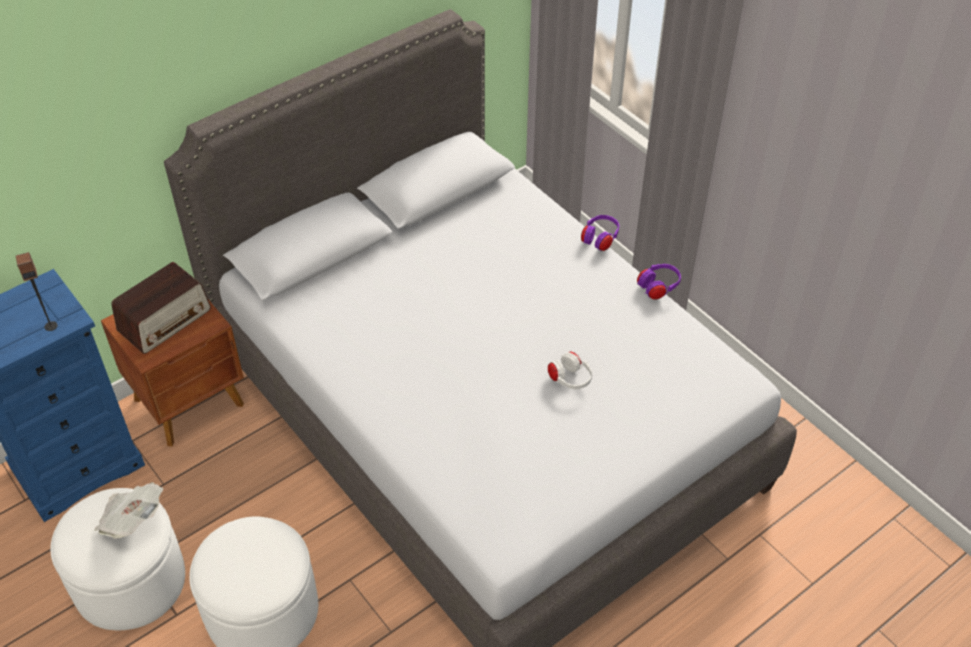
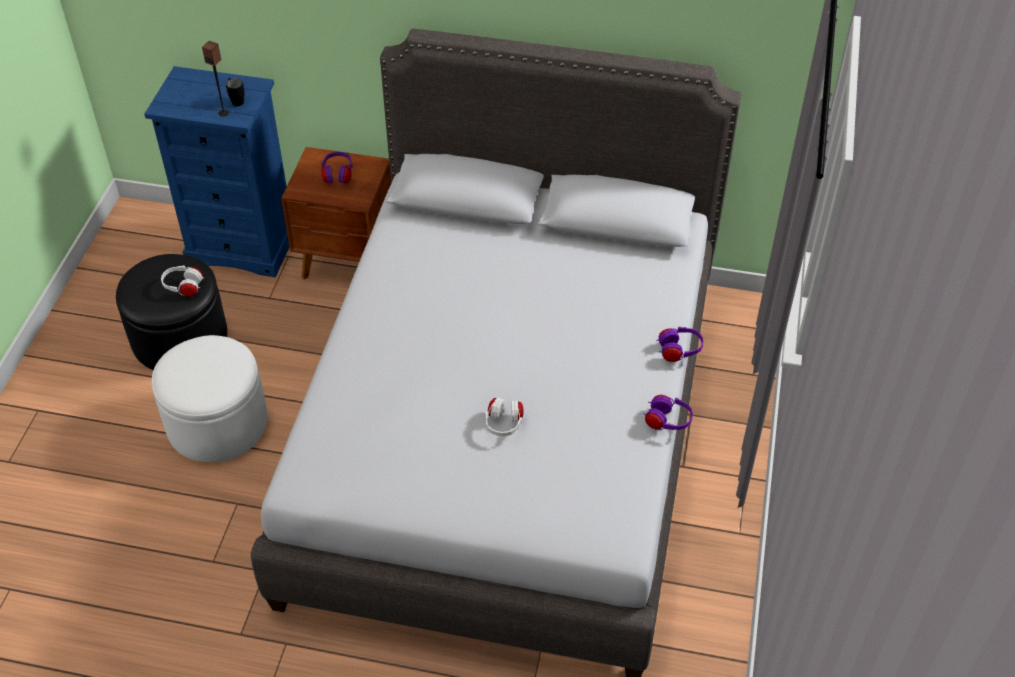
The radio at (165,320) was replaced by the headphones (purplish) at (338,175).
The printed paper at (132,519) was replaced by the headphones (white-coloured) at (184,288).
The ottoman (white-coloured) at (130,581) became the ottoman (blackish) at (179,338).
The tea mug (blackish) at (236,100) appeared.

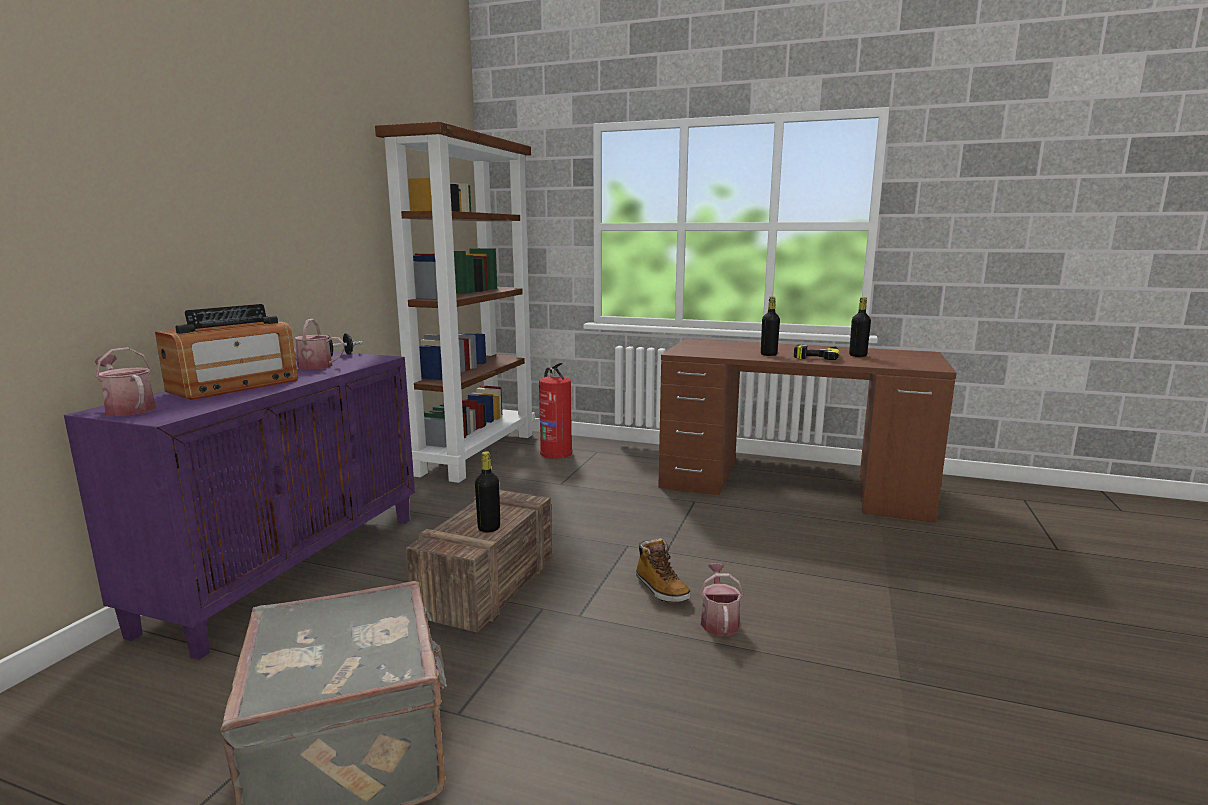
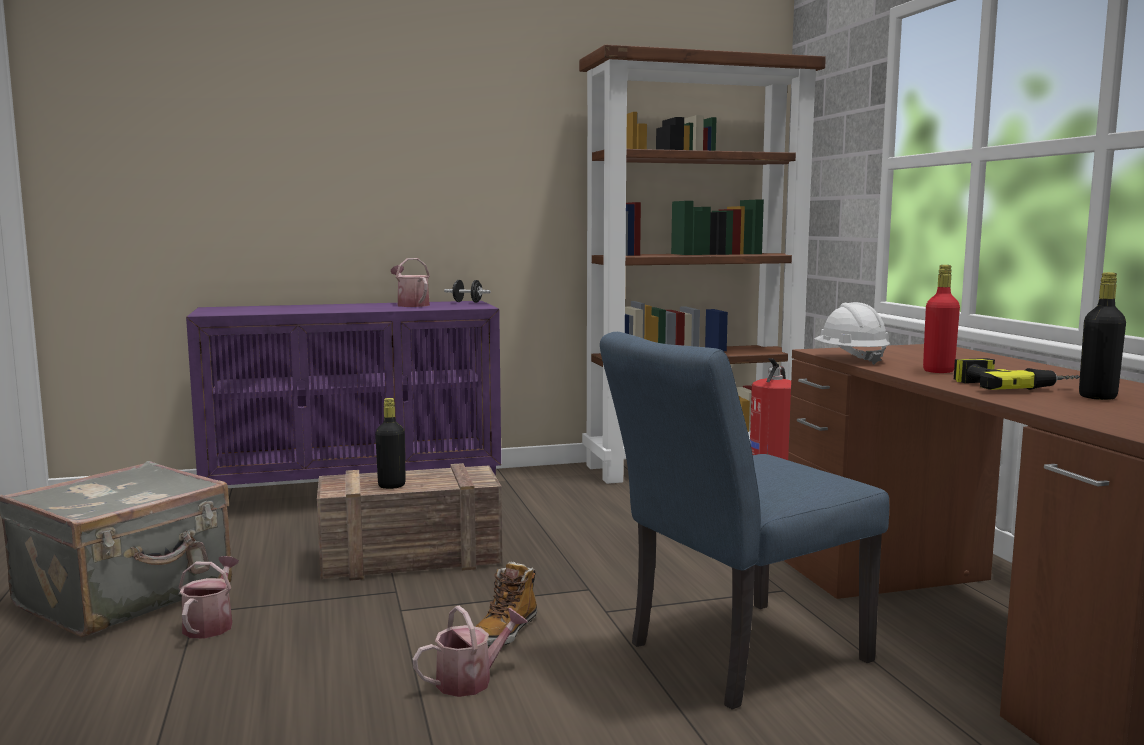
The bottle (blackish) at (768,355) became the bottle (red) at (938,371).
The radio at (234,386) disappeared.
The watering can moved from (128,409) to (211,624).
The work helmet (white-coloured) at (850,359) appeared.
The plain chair (blue) at (733,656) appeared.

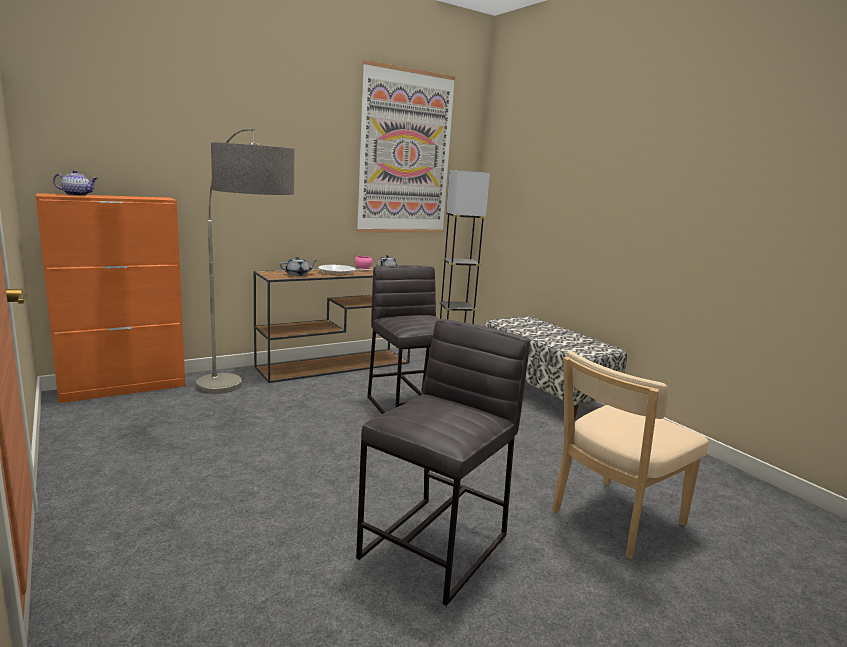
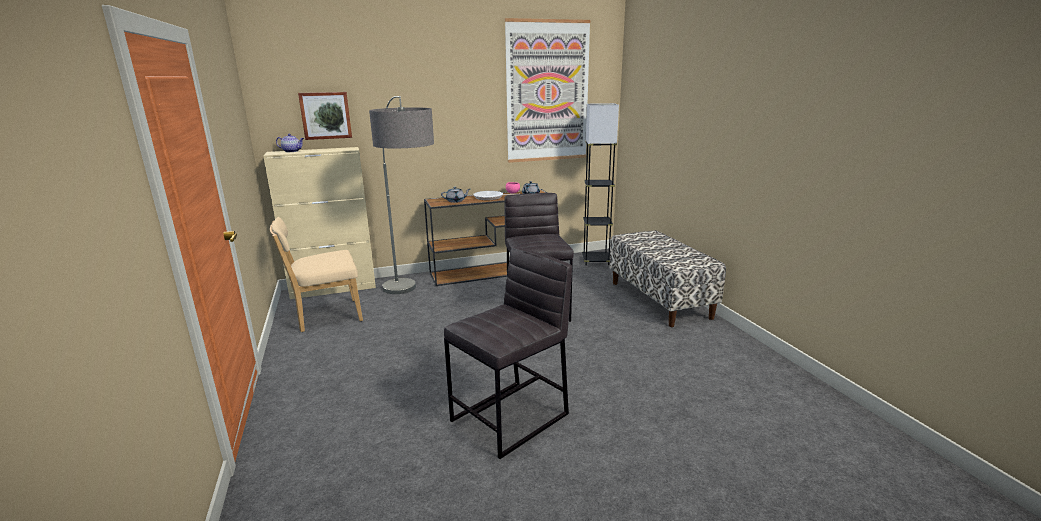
The storage cabinet (orangey) at (124,388) became the storage cabinet (beige) at (334,288).
The plain chair (beige) moved from (612,519) to (325,316).
The picture at (326,115) appeared.

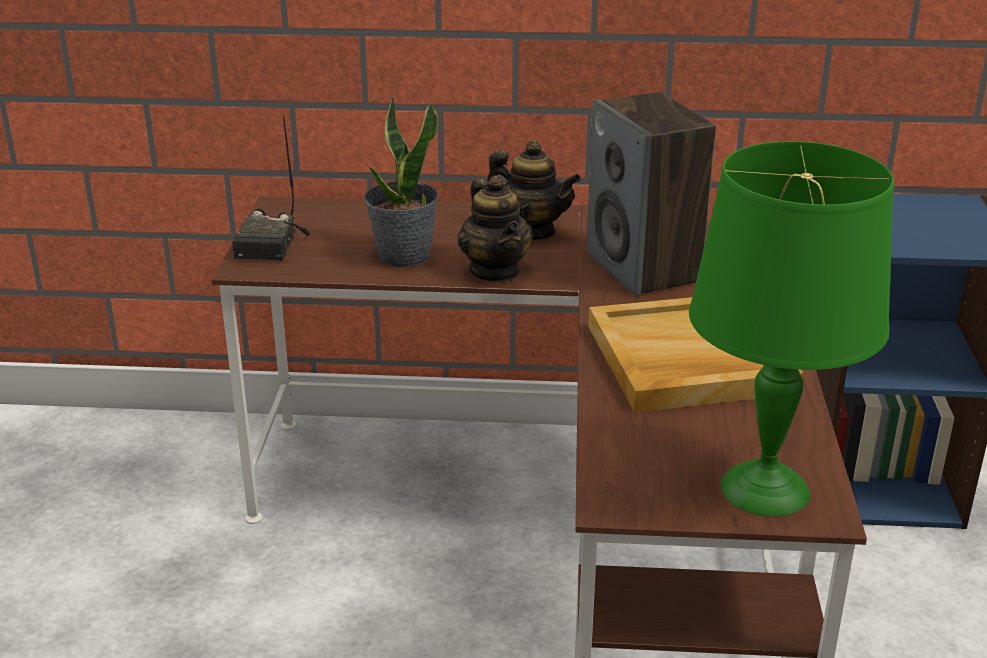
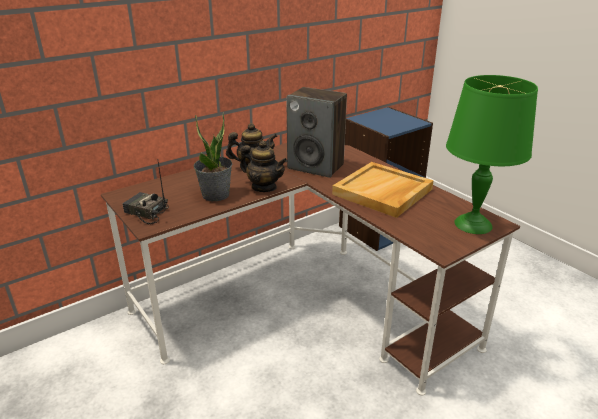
The radio at (272,246) turned 150 degrees clockwise.

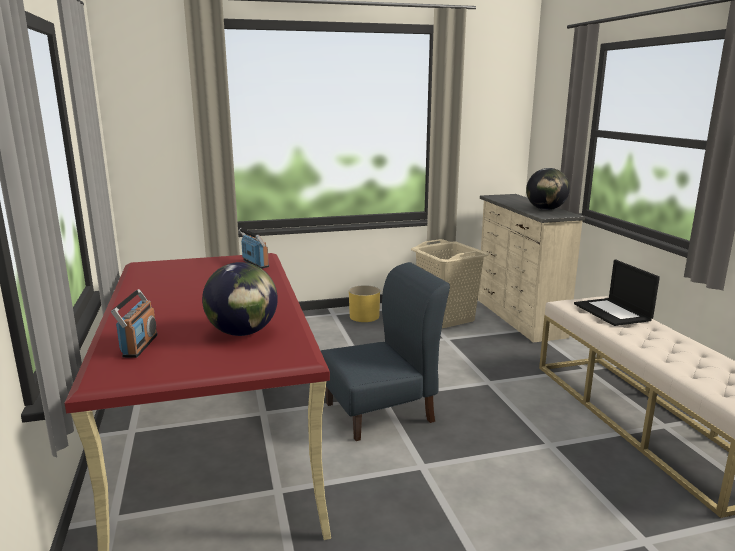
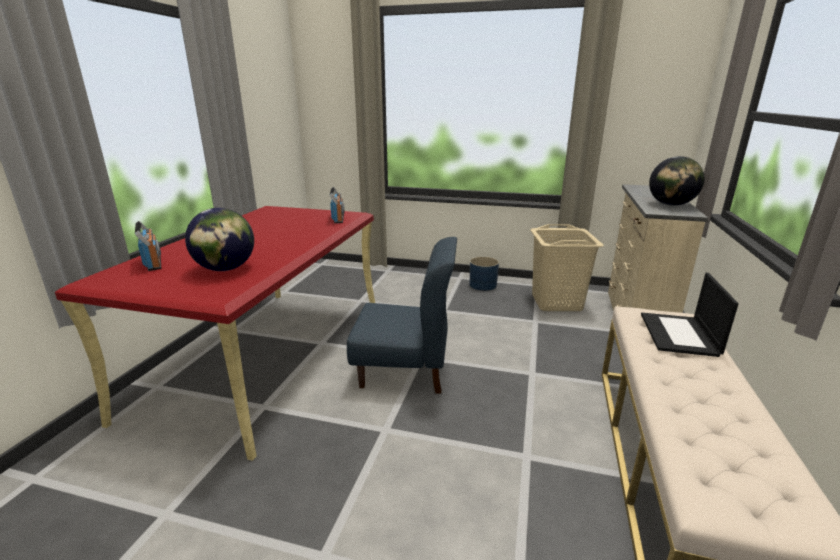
The flower pot (yellowish) at (364,316) became the flower pot (blue) at (483,285).
The radio at (139,345) turned 60 degrees counterclockwise.

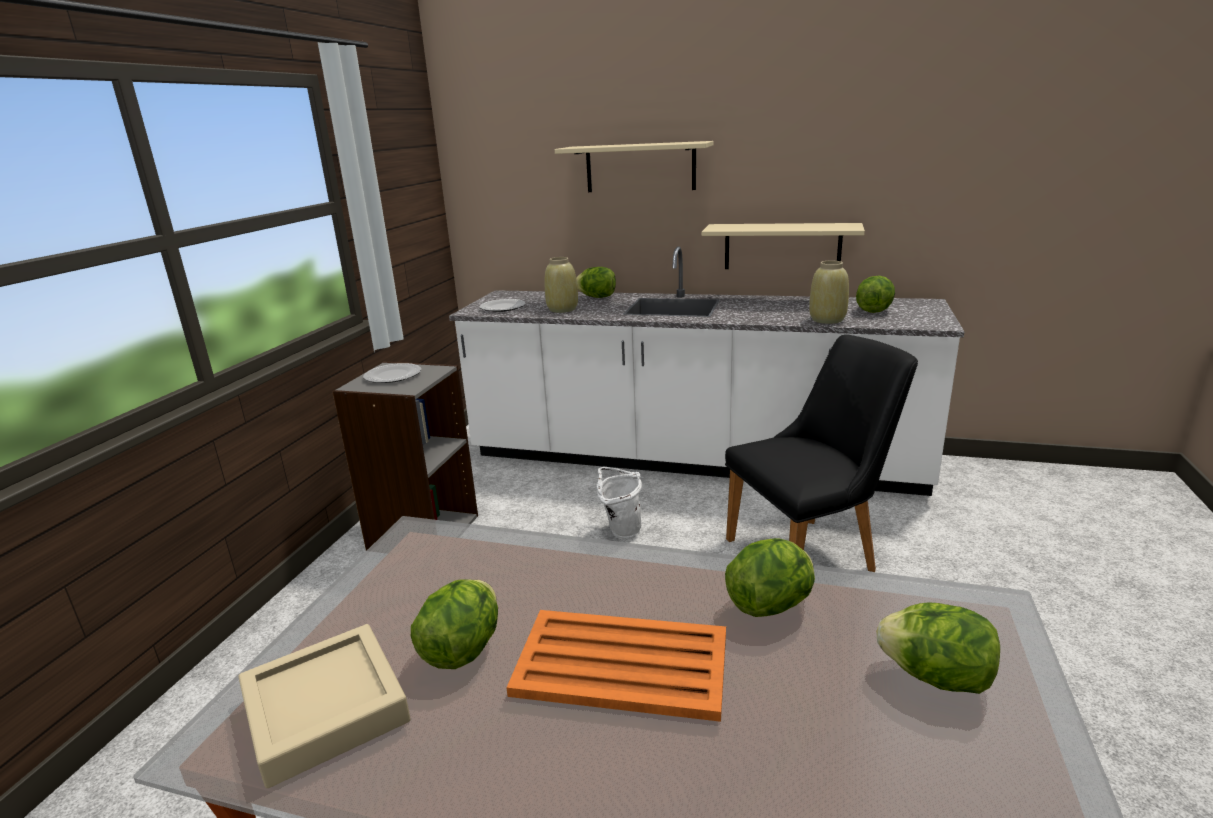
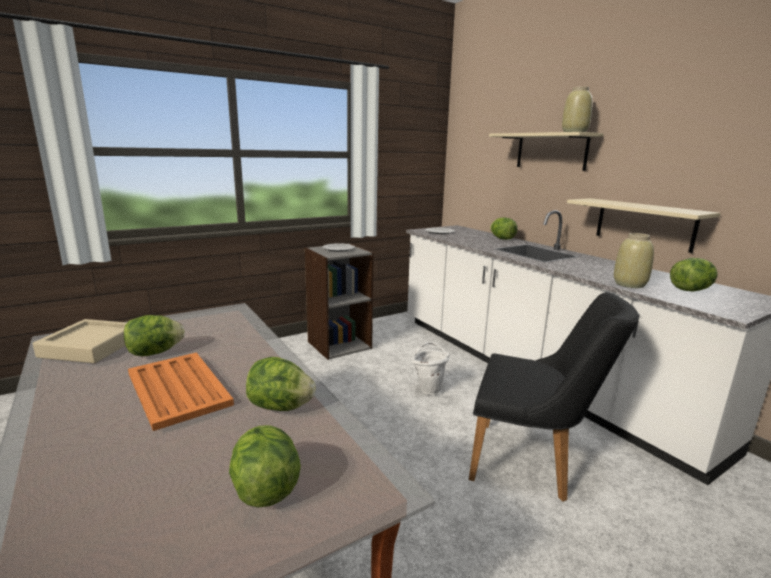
The vase (beige) moved from (562,309) to (574,132).

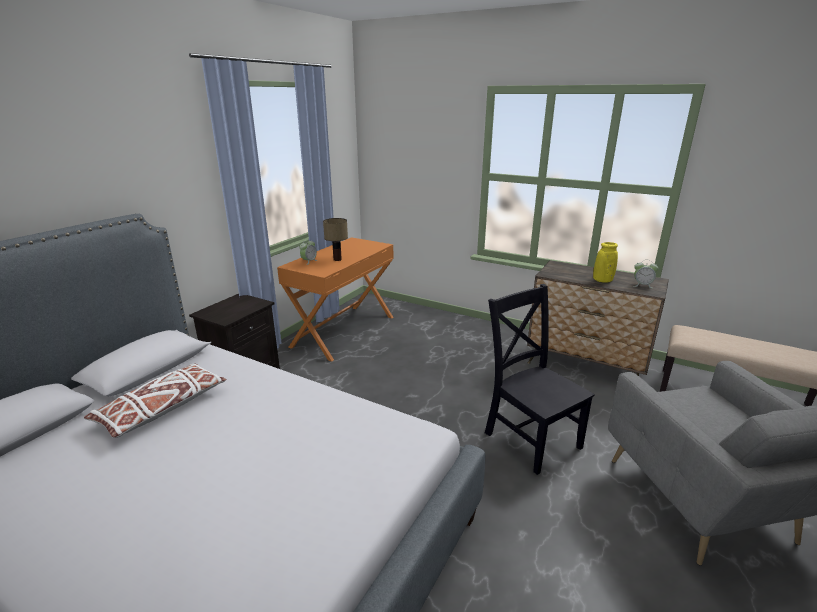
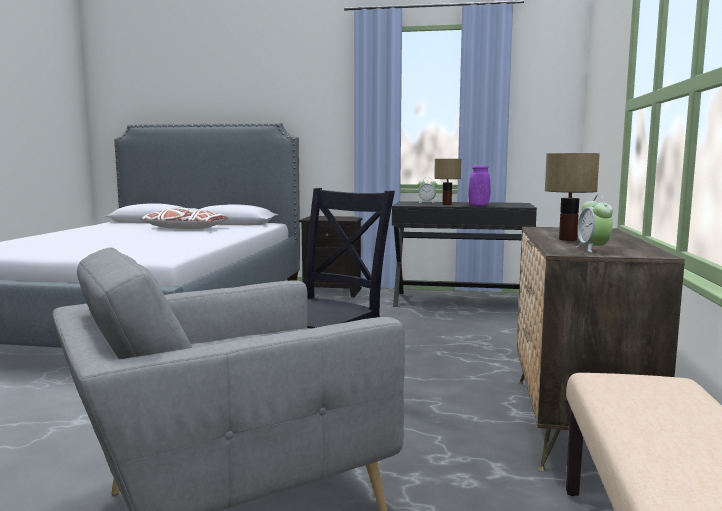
The desk unit (orangey) at (343,331) became the desk unit (blackish) at (460,301).
The vase (yellowish) at (602,280) was replaced by the tabletop lamp at (568,239).
The vase (purplish) at (479,205) appeared.

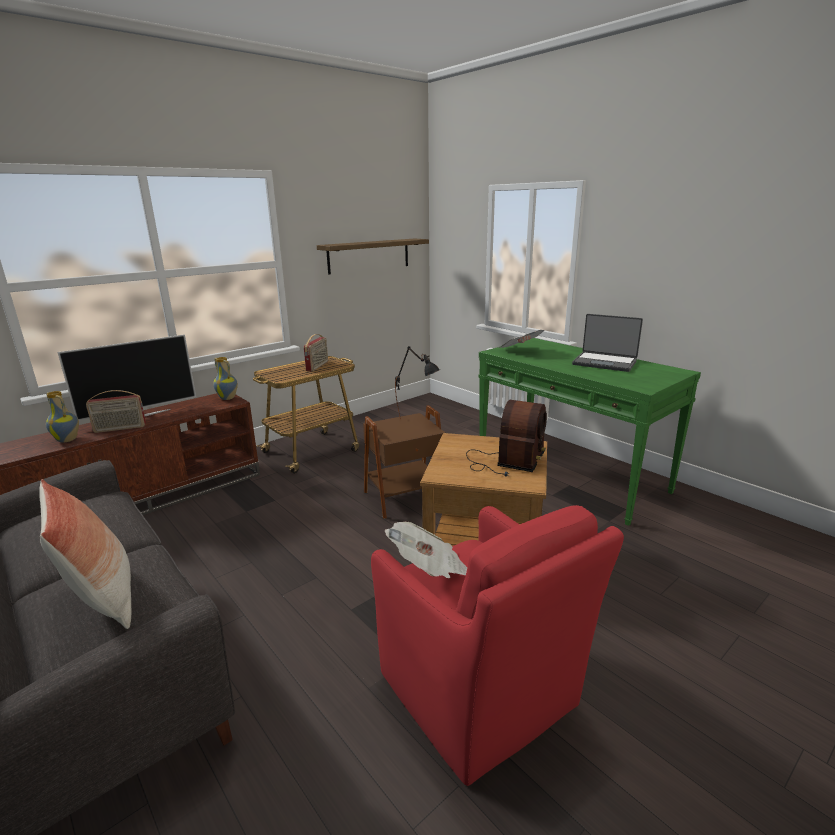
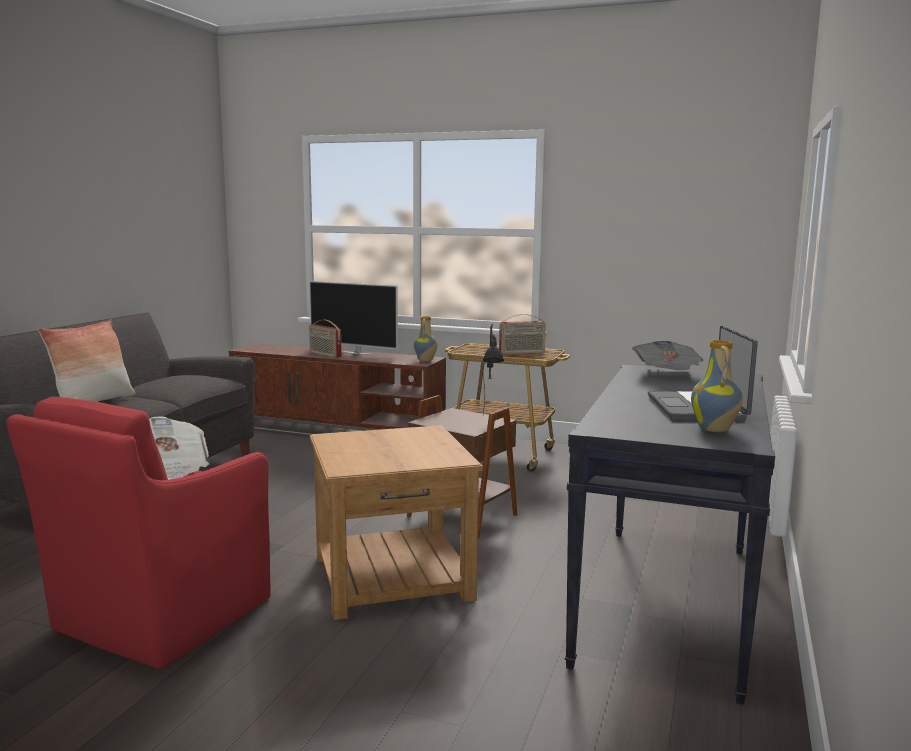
The shelf at (369,255) disappeared.
The hall table (greenish) at (570,475) became the hall table (blackish) at (667,602).
The vase moved from (68,440) to (715,429).
The radio at (506,461) disappeared.

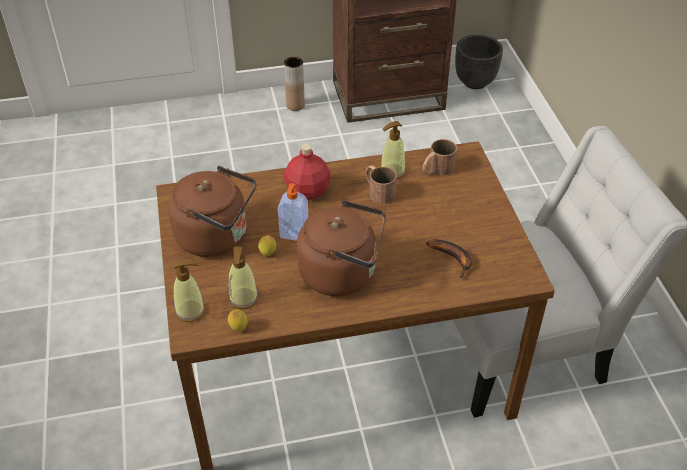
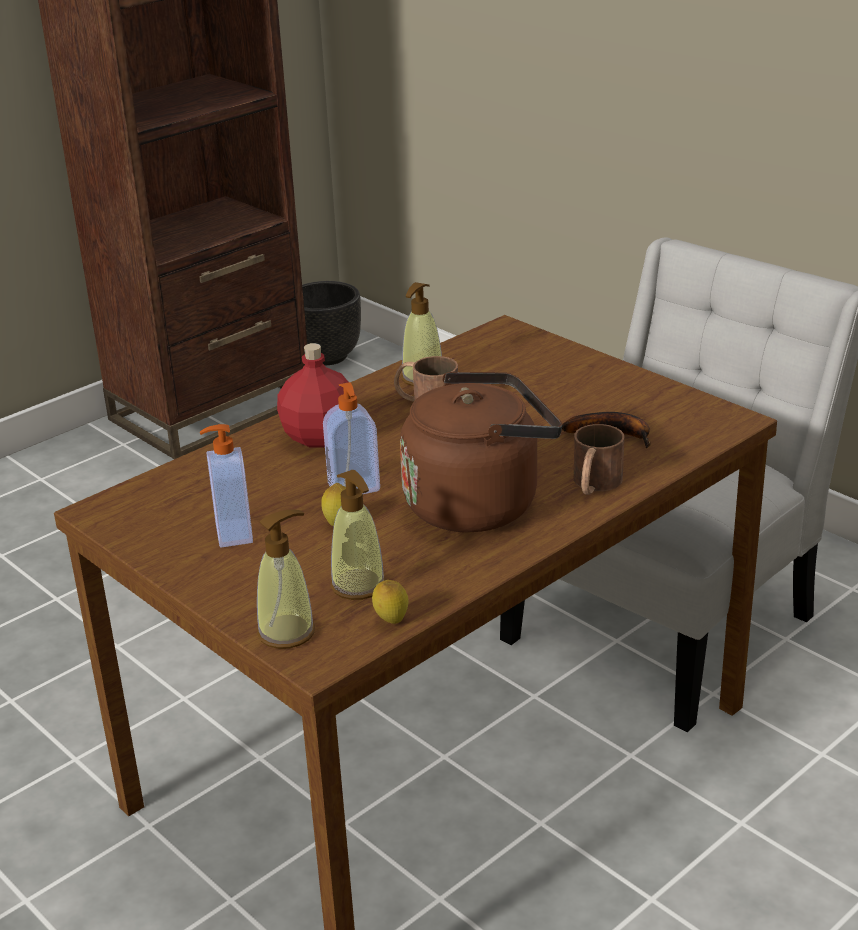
The vase (brownish) at (295,105) disappeared.
The tea mug (brownish) moved from (436,169) to (594,485).
The kettle (brownish) at (217,237) was replaced by the liquid soap bottle at (232,534).

